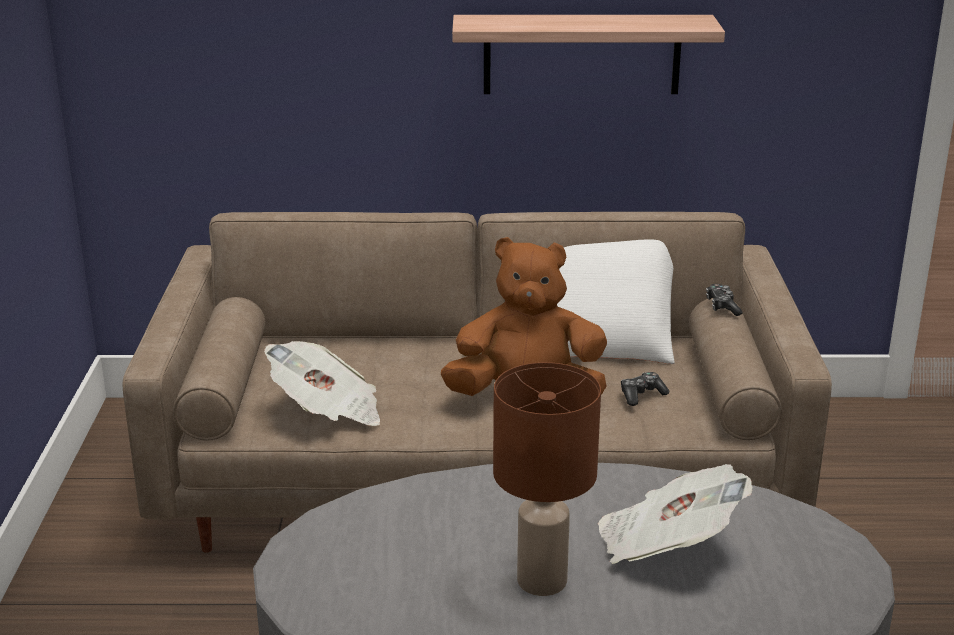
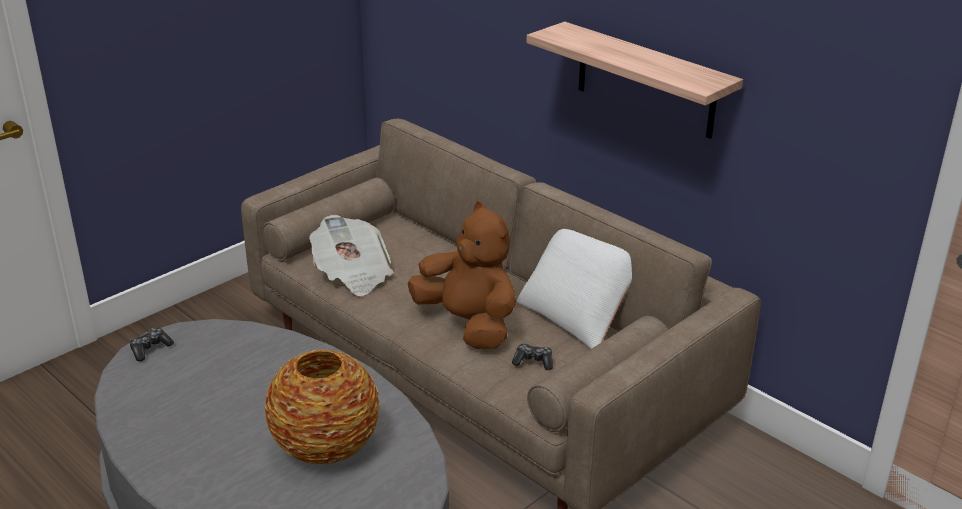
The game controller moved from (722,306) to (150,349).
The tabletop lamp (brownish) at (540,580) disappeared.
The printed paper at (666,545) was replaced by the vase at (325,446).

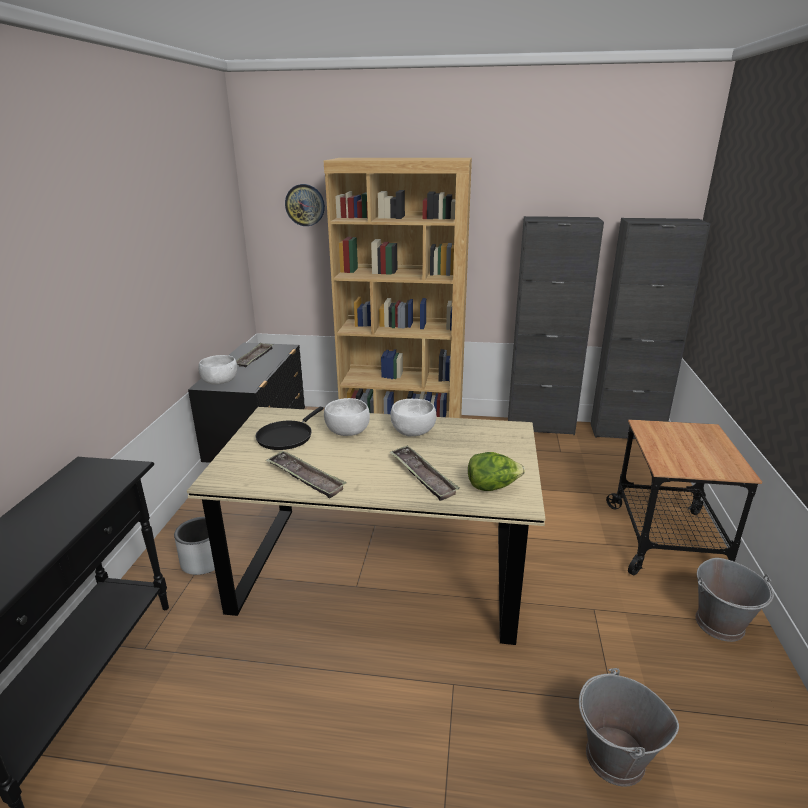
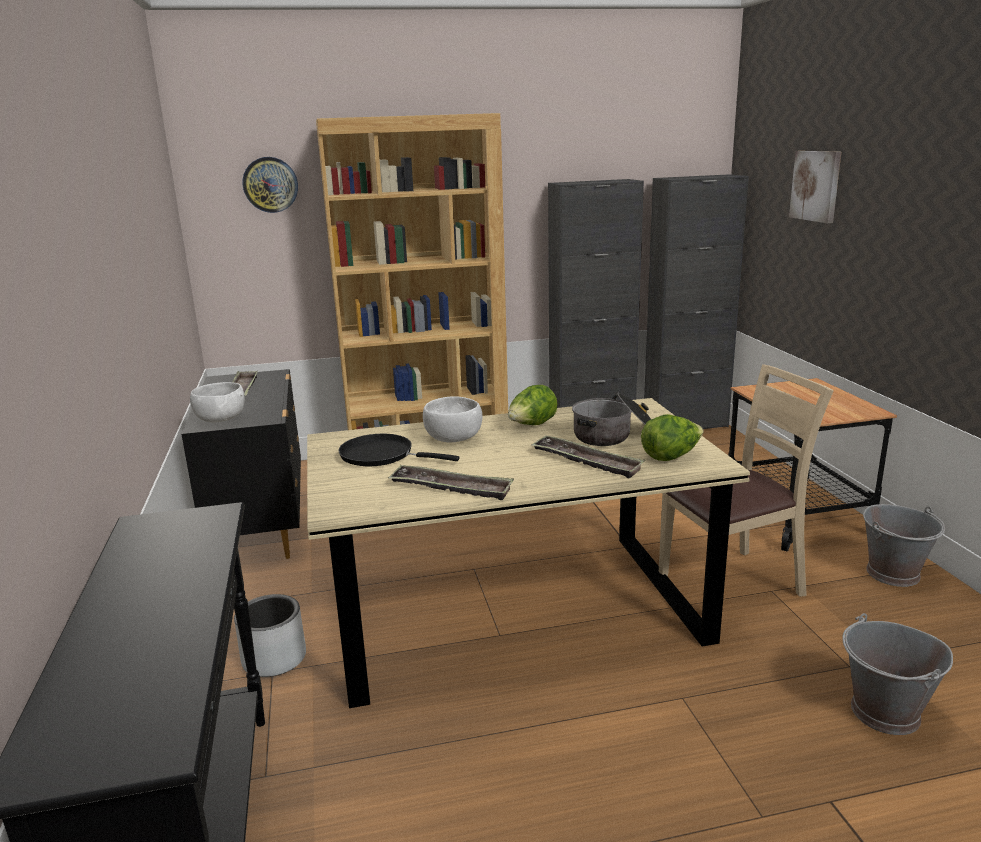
The serving bowl (white-coloured) at (413,431) was replaced by the lettuce at (532,426).
The frying pan (blackish) at (287,436) turned 105 degrees clockwise.
The picture at (816,186) appeared.
The plain chair (beige) at (731,583) appeared.
The stockpot at (614,435) appeared.

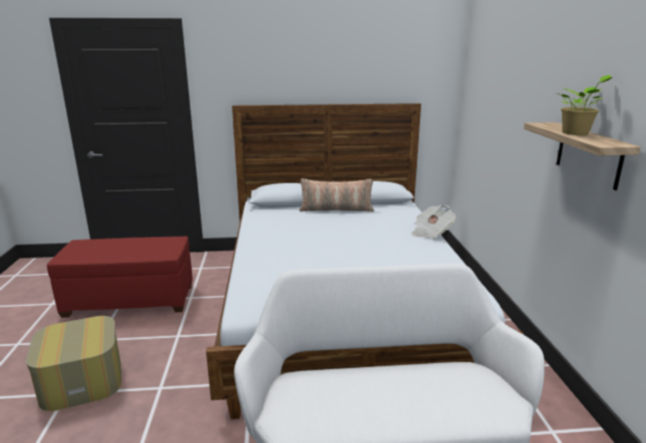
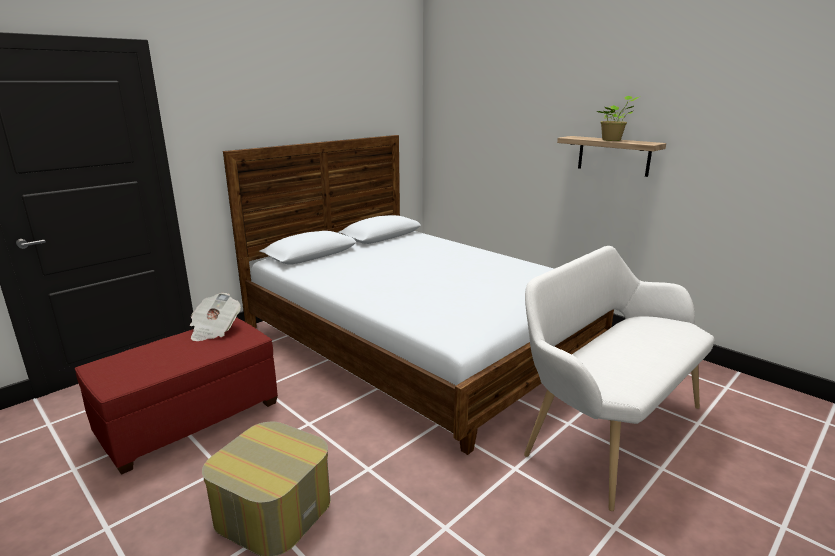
The throw pillow at (336,209) disappeared.
The printed paper moved from (431,232) to (214,330).

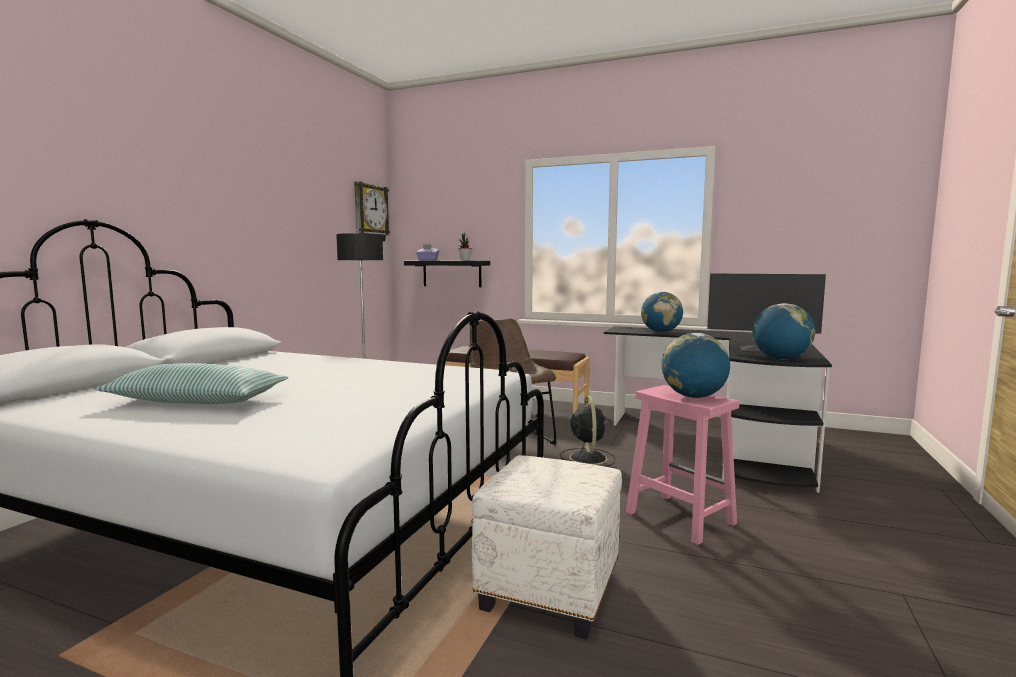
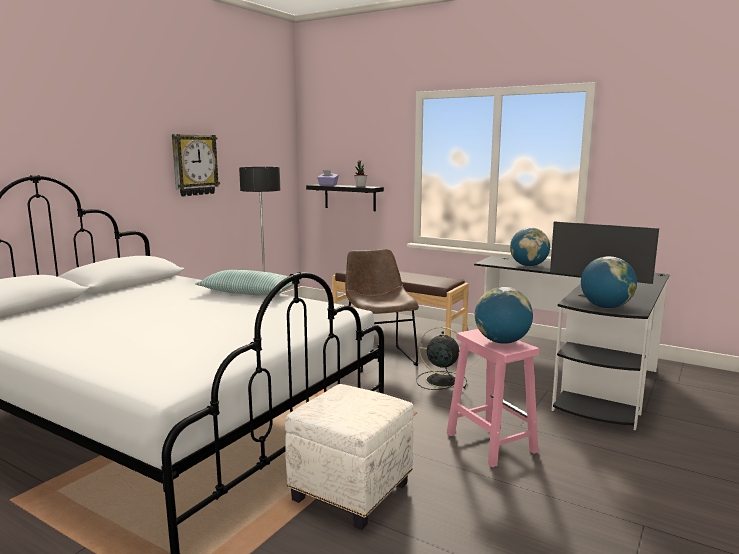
The clock on the wall moved from (370,213) to (194,165).
The throw pillow moved from (197,401) to (248,293).
The electric fan (blackish) at (587,457) turned 75 degrees counterclockwise.

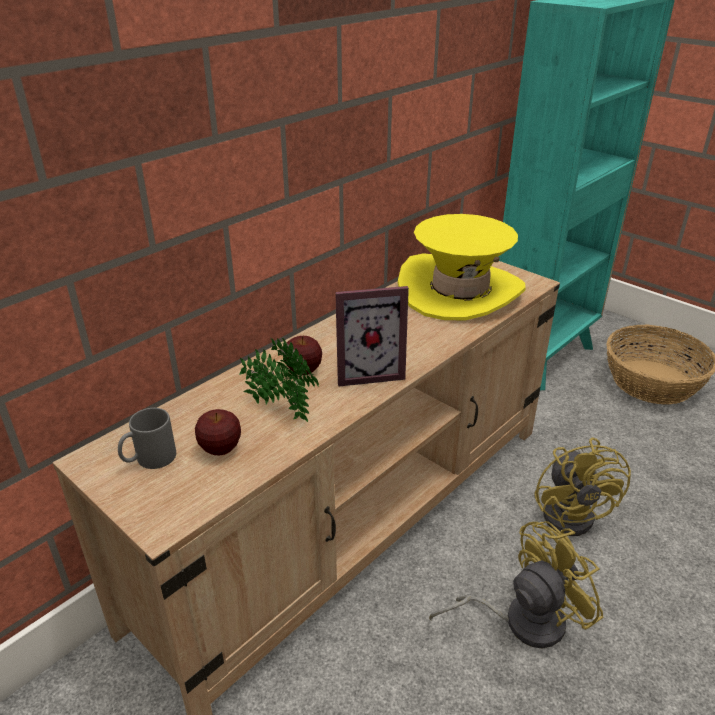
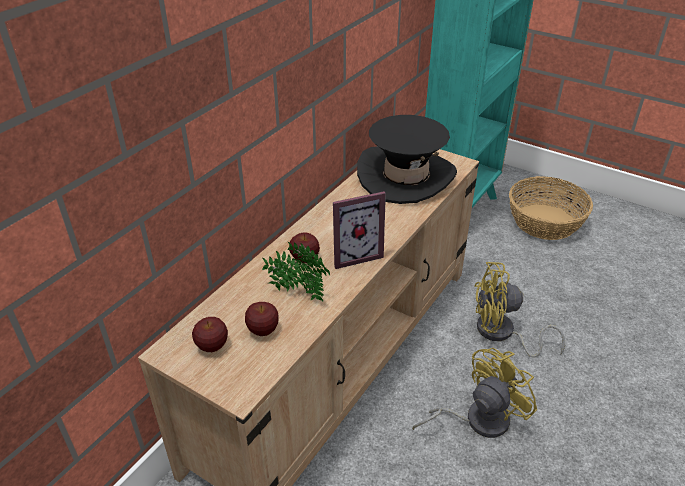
The wearable hat (yellowish) at (460,291) became the wearable hat (blackish) at (405,176).
The tea mug (grey) at (149,460) was replaced by the apple at (212,346).
The electric fan (yellowish) at (573,512) turned 105 degrees clockwise.

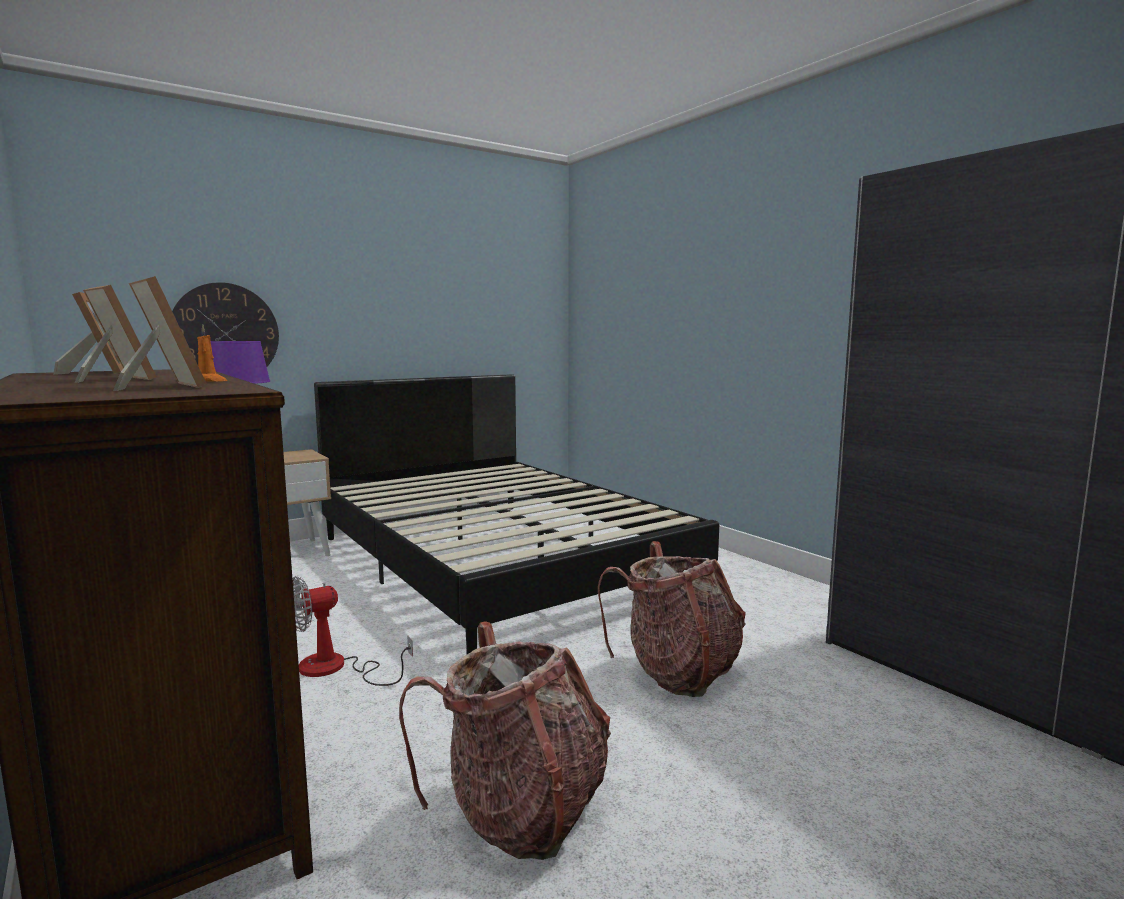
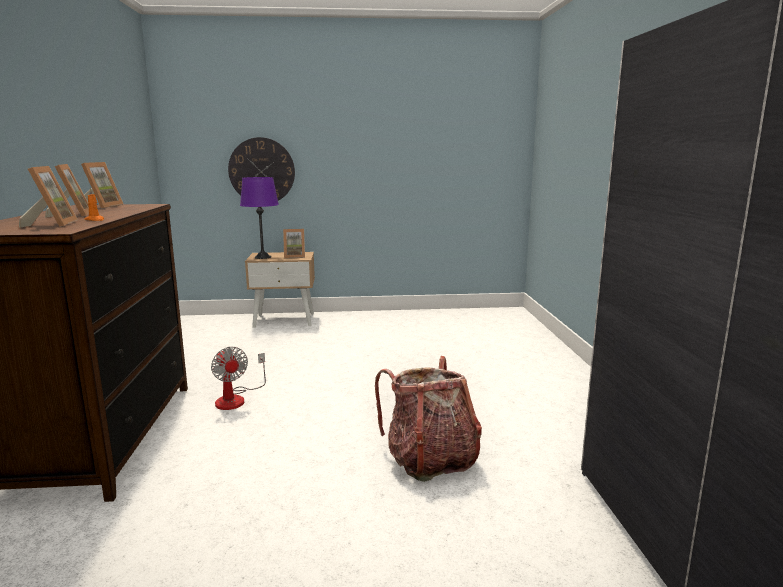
The bed (blackish) at (497,561) disappeared.
The electric fan at (336,669) turned 120 degrees counterclockwise.
The knapsack at (521,810) disappeared.
The picture frame at (294,256) appeared.

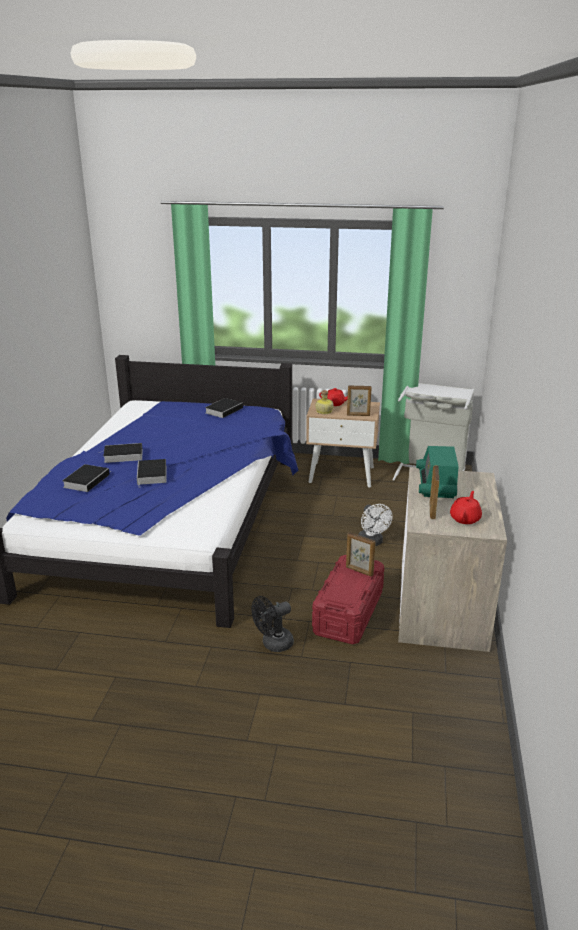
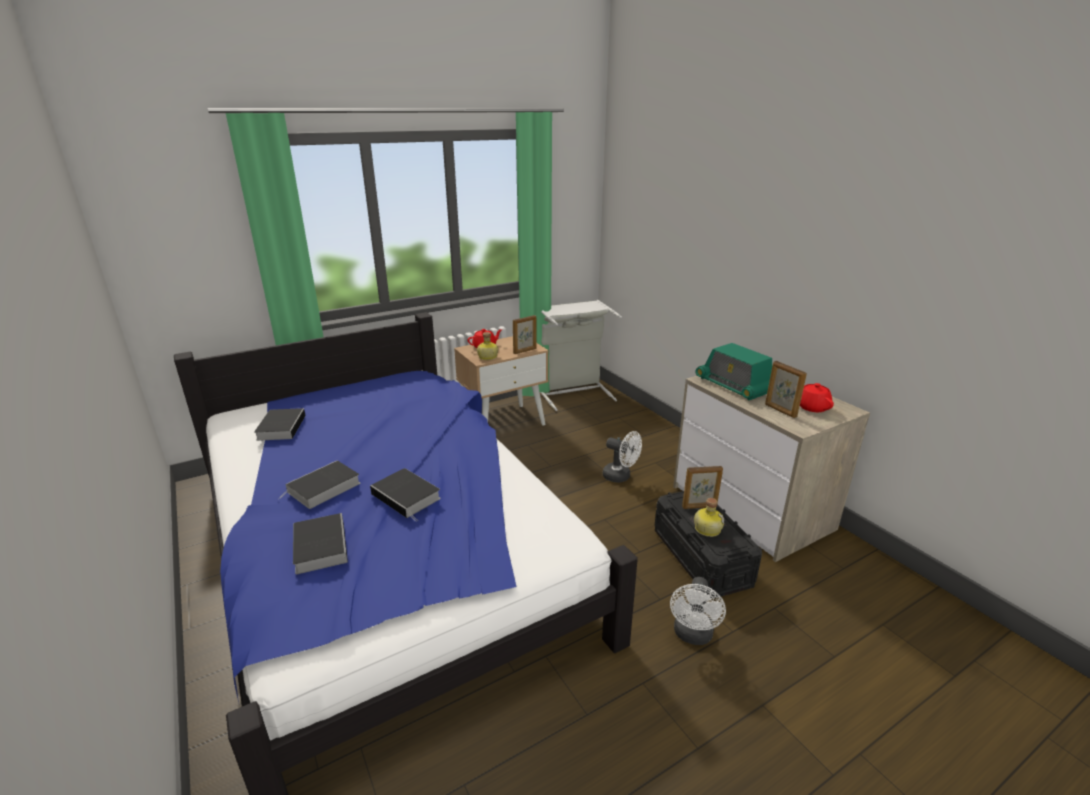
The book moved from (224,410) to (281,427).
The storage container (red) at (348,613) became the storage container (blackish) at (701,557).
The electric fan (blackish) at (273,644) became the electric fan (white-coloured) at (693,636).
The bottle at (707,528) appeared.

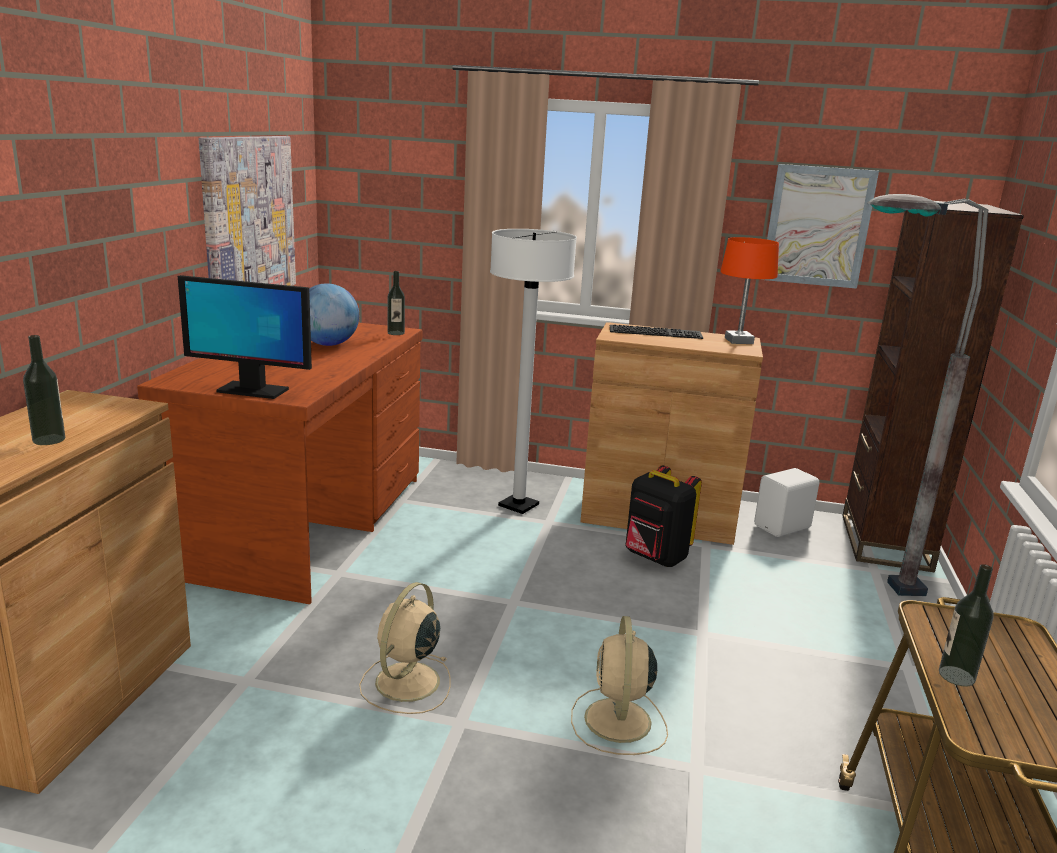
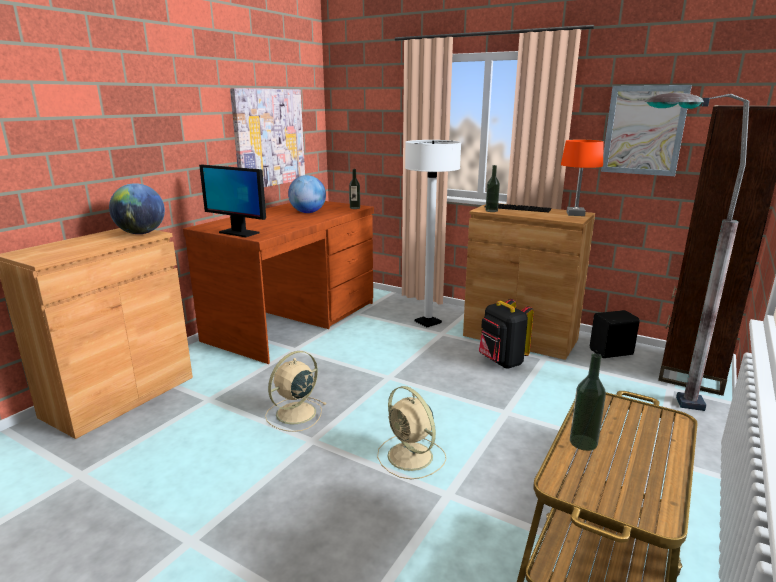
The bottle moved from (49,440) to (491,211).
The speaker (white-coloured) at (783,527) became the speaker (blackish) at (612,352).
The electric fan (beige) at (617,722) turned 60 degrees counterclockwise.
The world globe at (141,233) appeared.

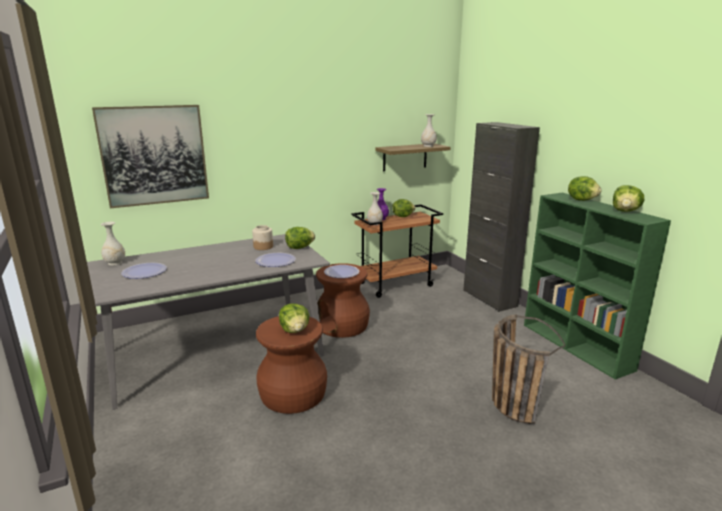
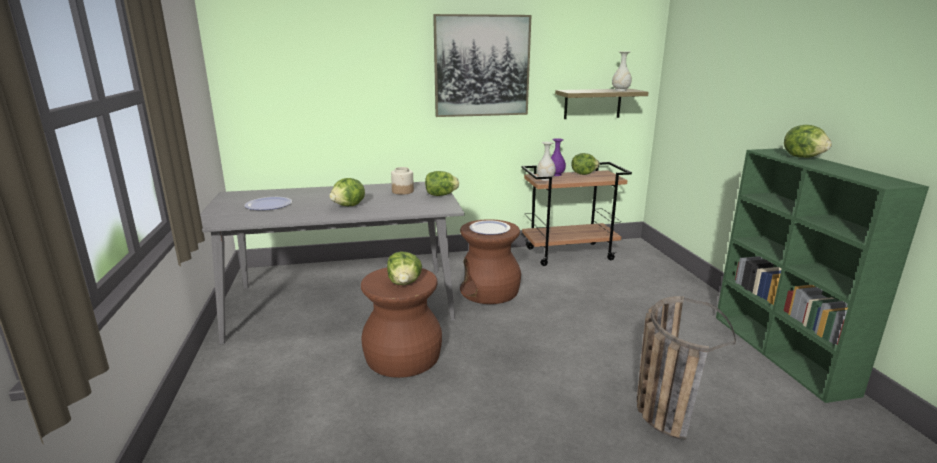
The picture moved from (154,155) to (482,66).
The storage cabinet (blackish) at (489,298) disappeared.
The lettuce moved from (625,211) to (349,206).
The vase (white-coloured) at (115,263) disappeared.
The plate at (275,261) disappeared.

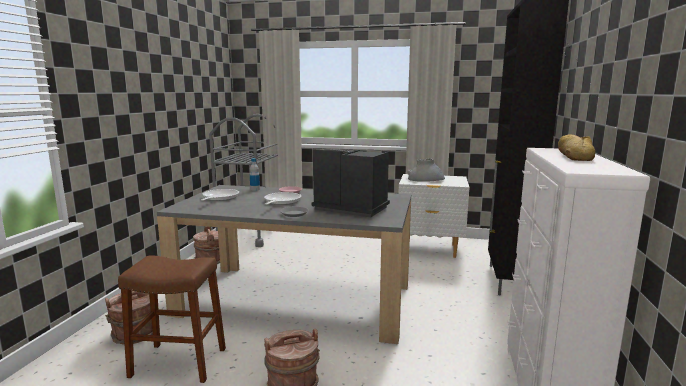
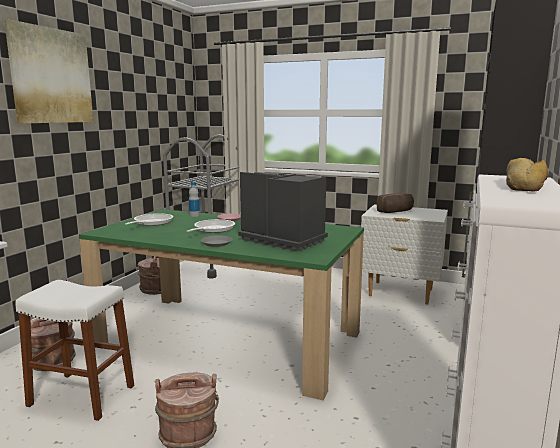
The vase (grey) at (425,179) was replaced by the bread at (396,211).
The kitchen table (grey) at (296,300) became the kitchen table (greenish) at (228,339).
The stool seat (brownish) at (178,362) became the stool seat (white-coloured) at (82,395).
The picture at (51,76) appeared.

